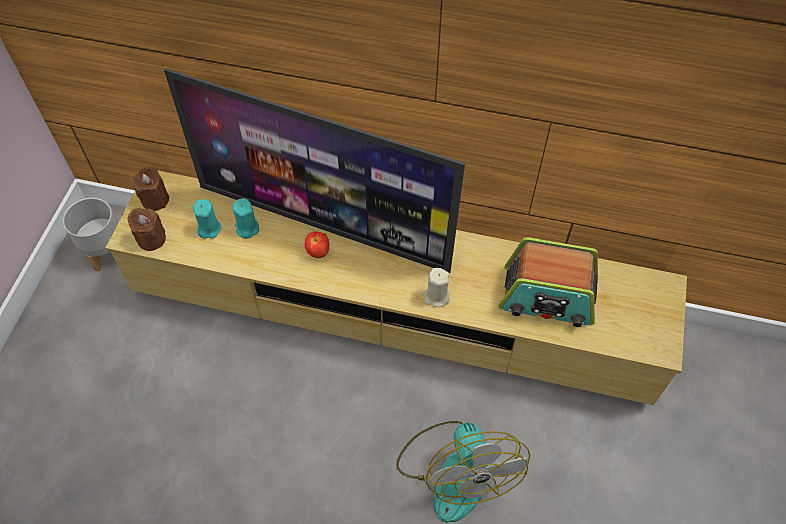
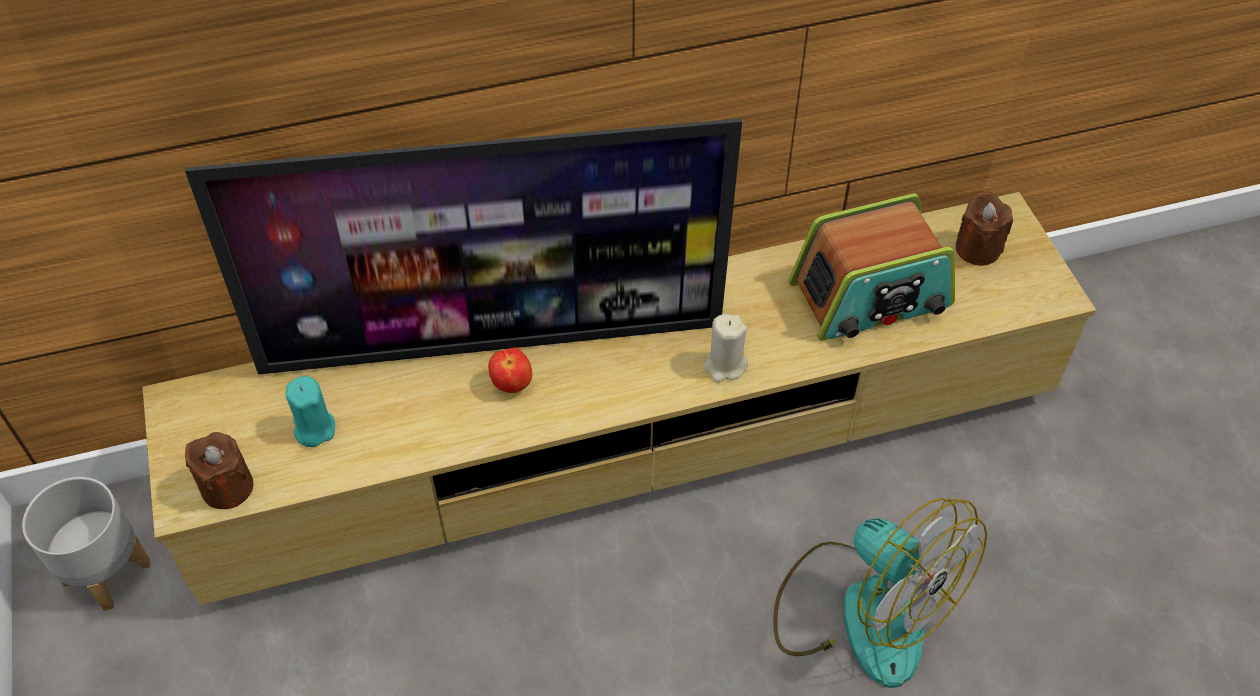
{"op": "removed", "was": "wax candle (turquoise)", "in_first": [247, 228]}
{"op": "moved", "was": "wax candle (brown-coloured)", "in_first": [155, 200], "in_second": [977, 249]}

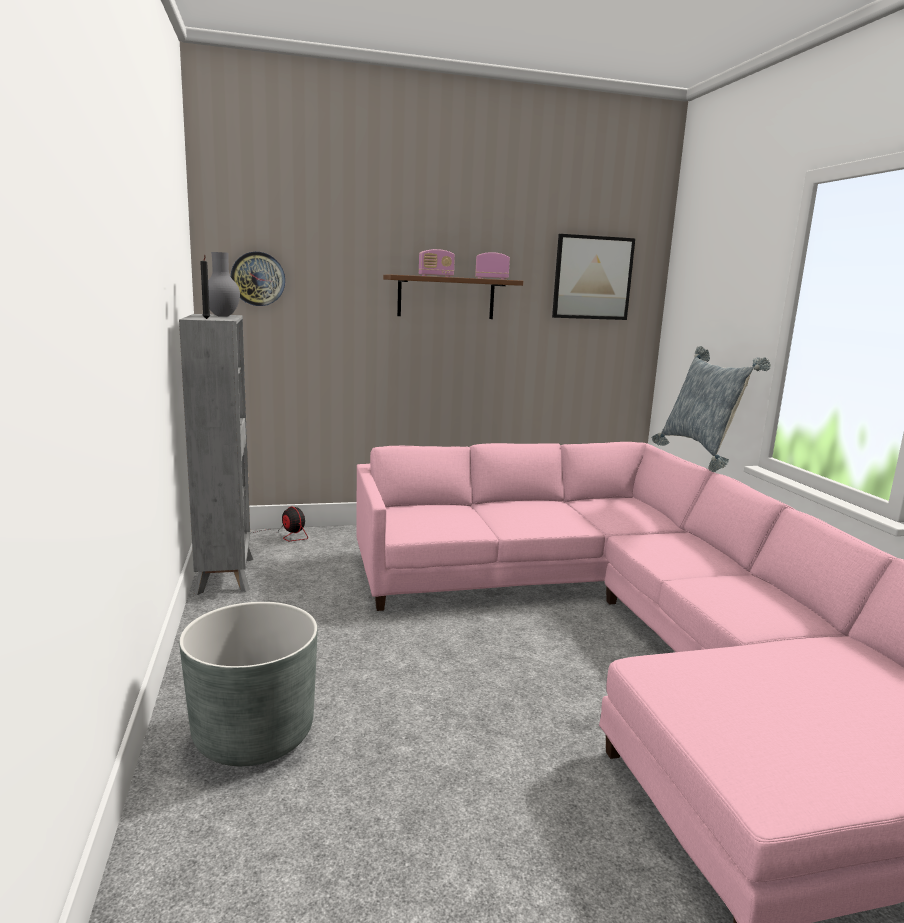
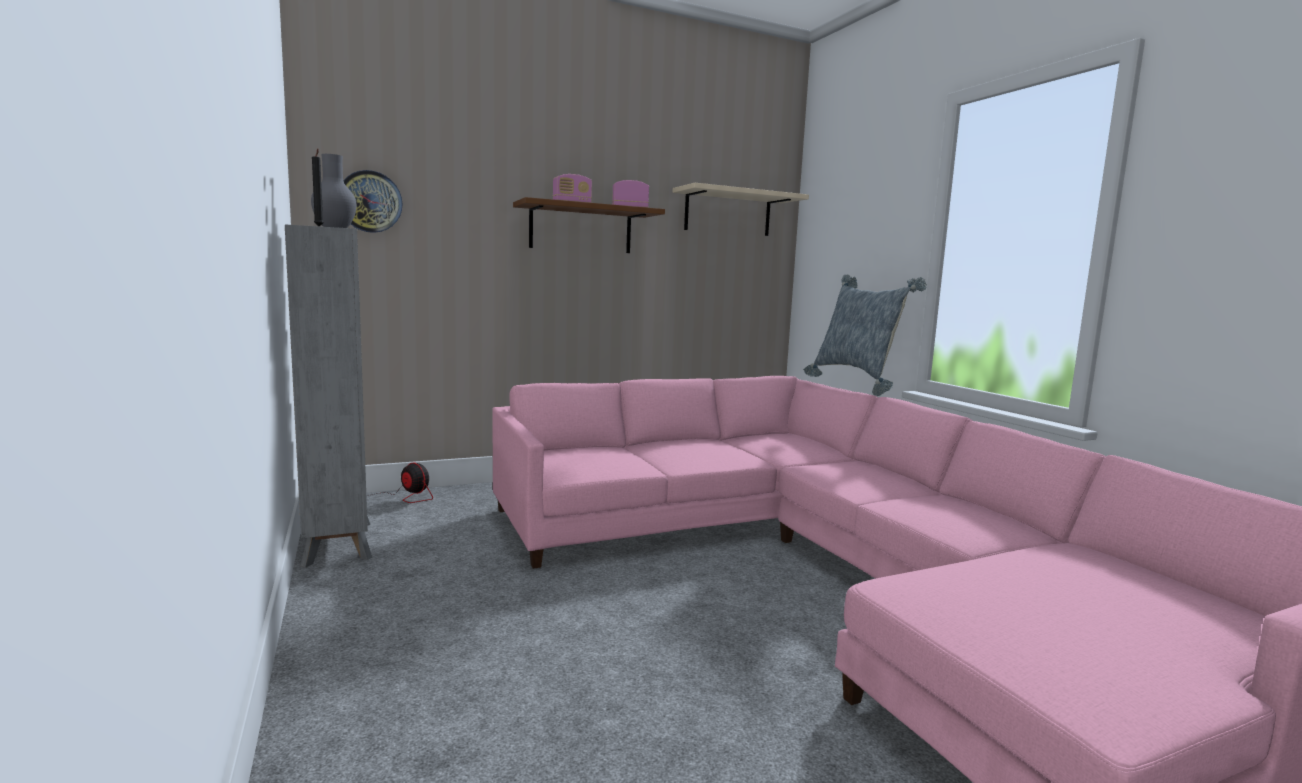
{"op": "removed", "was": "flower pot (greyish)", "in_first": [254, 734]}
{"op": "replaced", "was": "wall picture", "now": "shelf (beige-coloured)", "in_first": [592, 278], "in_second": [728, 213]}

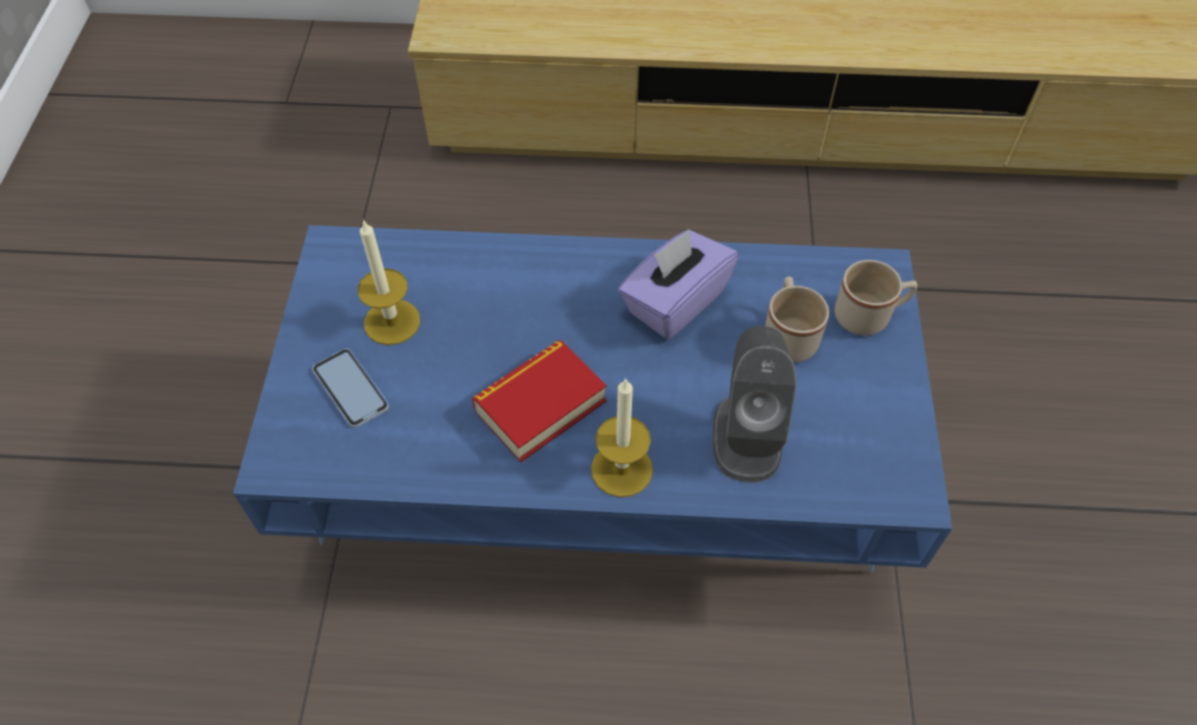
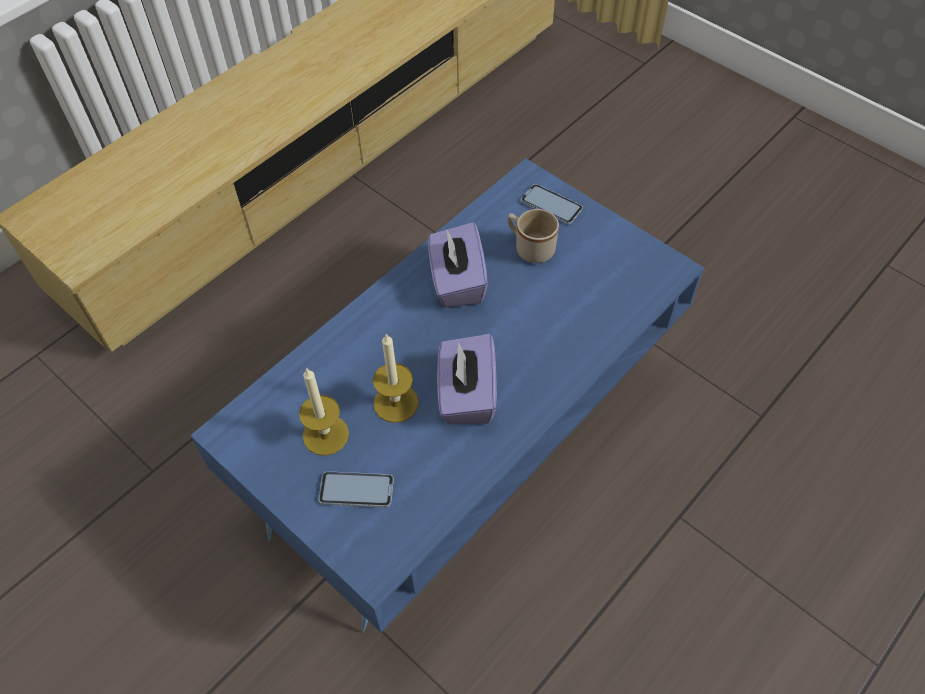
{"op": "removed", "was": "loudspeaker (greyish)", "in_first": [747, 435]}
{"op": "moved", "was": "wax candle", "in_first": [621, 469], "in_second": [396, 403]}
{"op": "replaced", "was": "bound book", "now": "box of tissues (purplish)", "in_first": [540, 406], "in_second": [466, 395]}
{"op": "replaced", "was": "coffee mug (beige-coloured)", "now": "phone", "in_first": [869, 316], "in_second": [551, 205]}

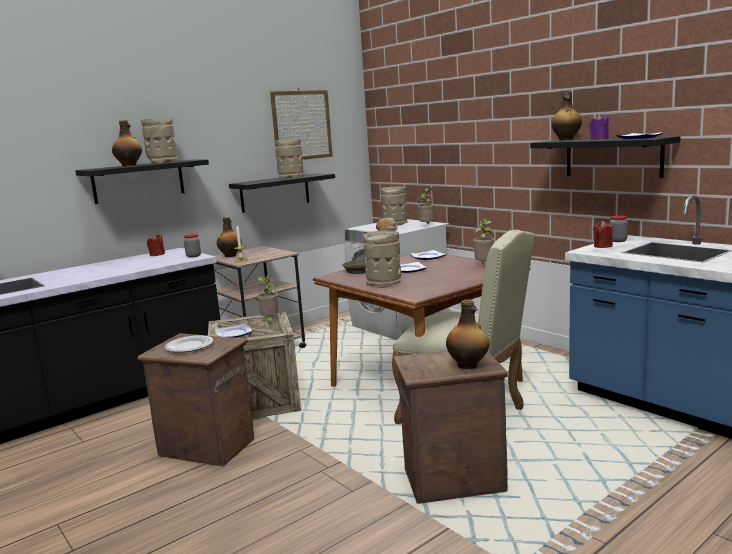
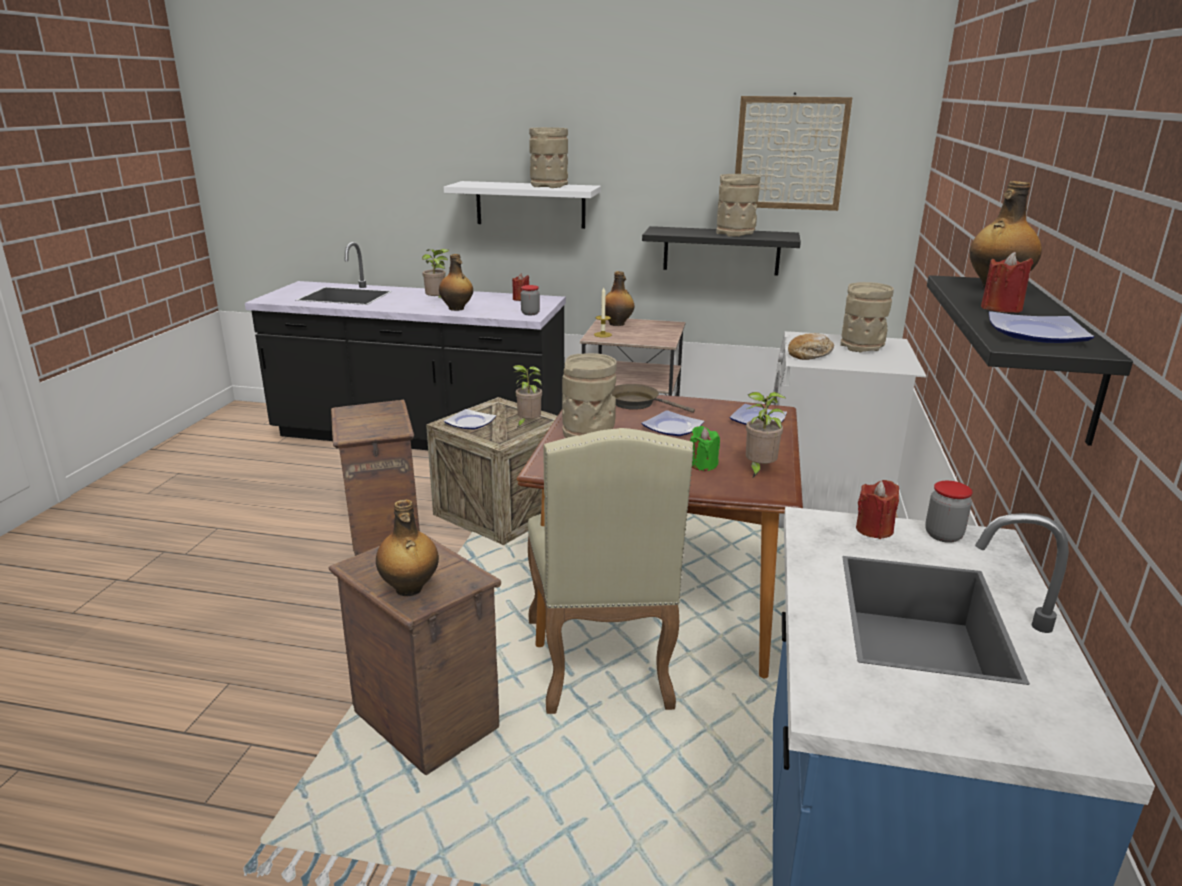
{"op": "removed", "was": "plate", "in_first": [189, 346]}
{"op": "added", "now": "wax candle (greenish)", "in_second": [703, 465]}
{"op": "moved", "was": "bottle", "in_first": [129, 165], "in_second": [457, 309]}
{"op": "moved", "was": "houseplant", "in_first": [426, 226], "in_second": [437, 301]}
{"op": "recoloured", "was": "shelf (black-coloured)", "now": "shelf (whitish)", "in_first": [138, 181], "in_second": [530, 204]}
{"op": "recoloured", "was": "wax candle (purplish)", "now": "wax candle (reddish)", "in_first": [599, 139], "in_second": [1001, 309]}

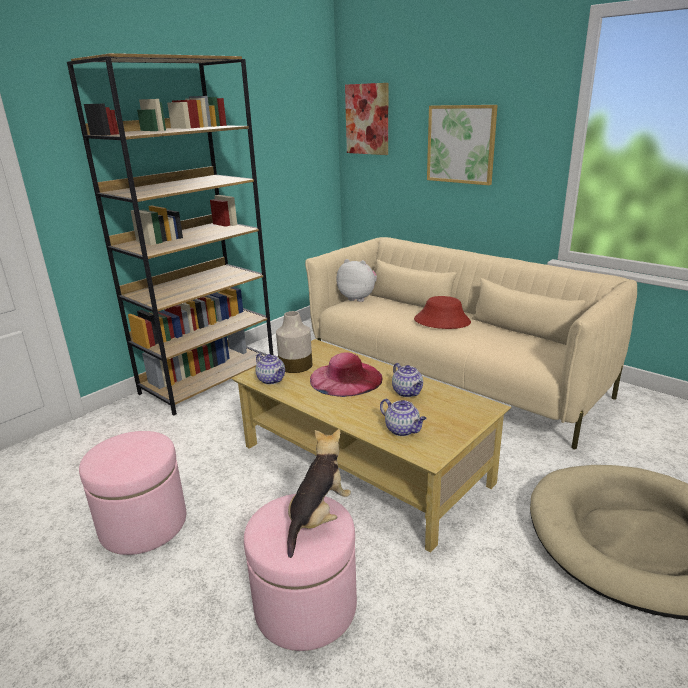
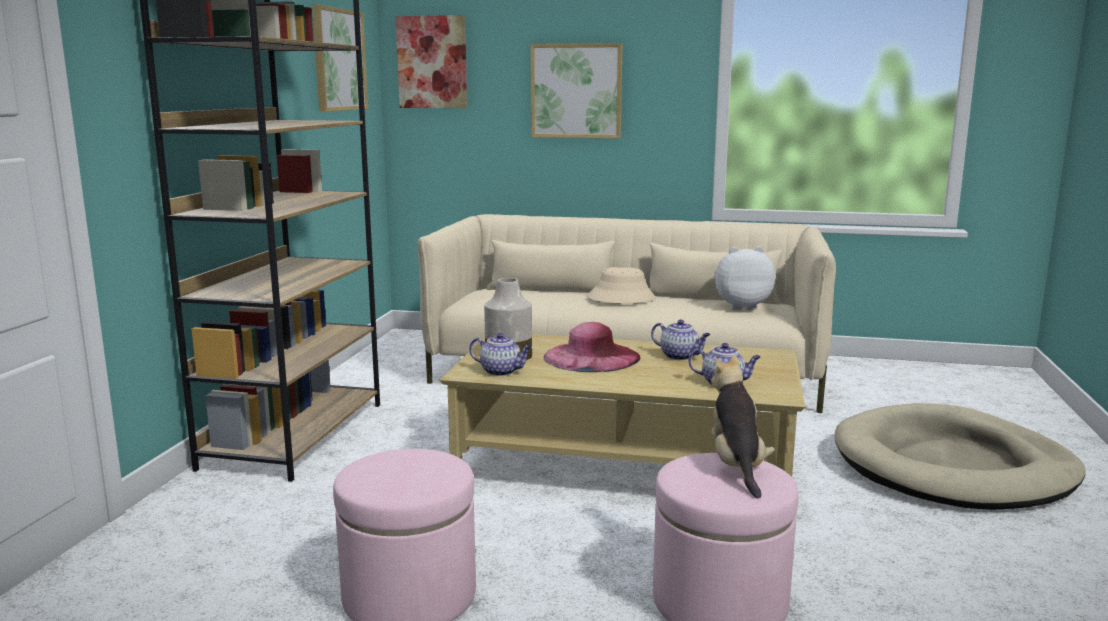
{"op": "added", "now": "wall picture", "in_second": [338, 60]}
{"op": "moved", "was": "cuddly toy", "in_first": [358, 298], "in_second": [740, 306]}
{"op": "recoloured", "was": "hat (reddish)", "now": "hat (beige-coloured)", "in_first": [442, 321], "in_second": [621, 298]}

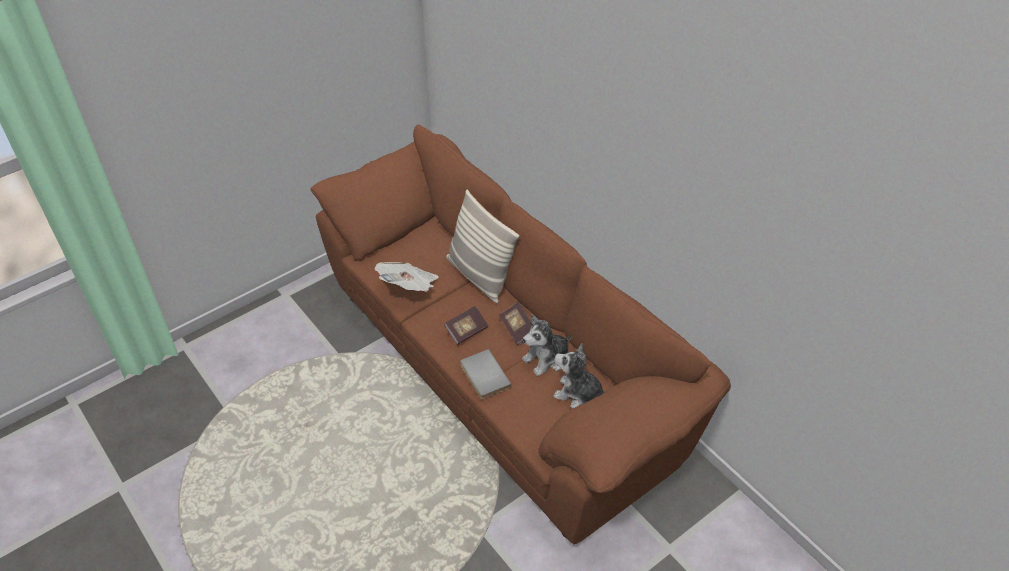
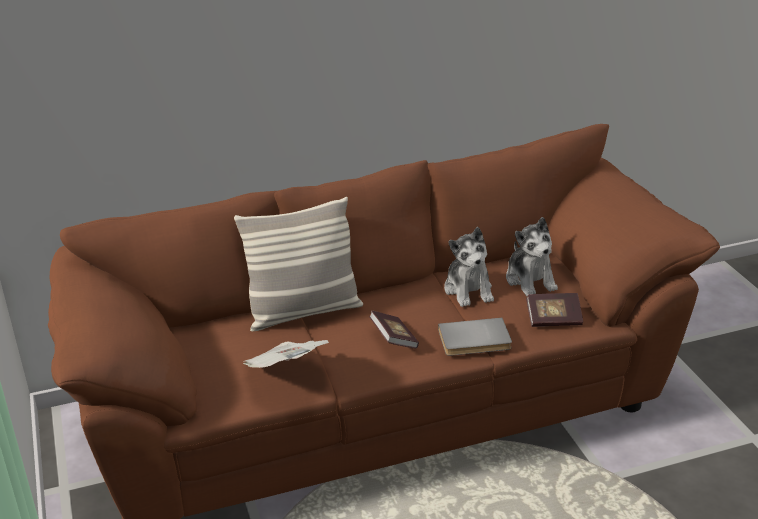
{"op": "moved", "was": "bound book", "in_first": [517, 329], "in_second": [553, 319]}
{"op": "turned", "was": "cuddly toy", "in_first": [578, 394], "in_second": [530, 280], "clockwise": -60}

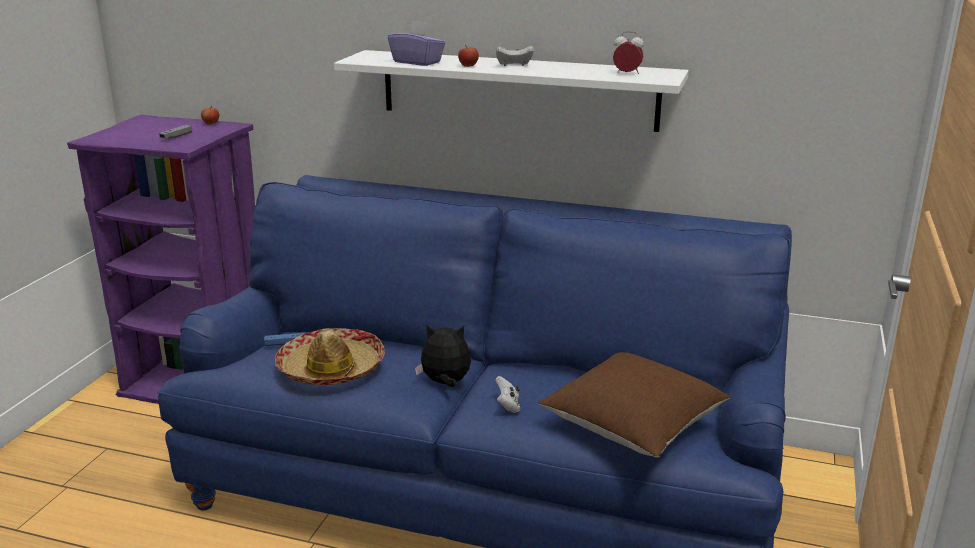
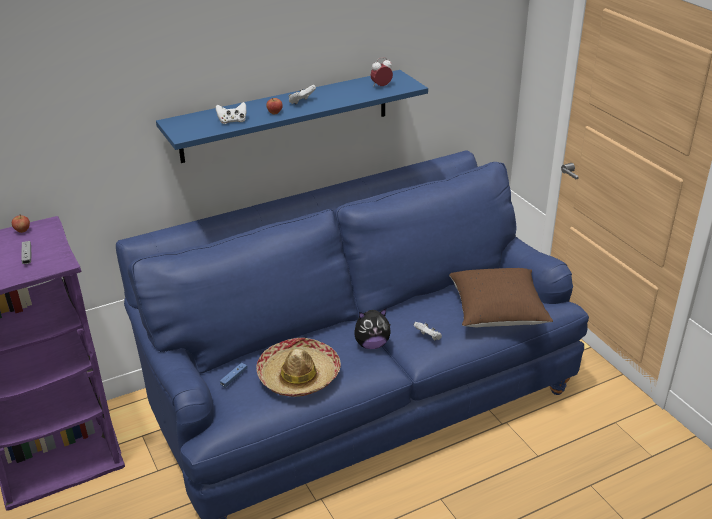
{"op": "replaced", "was": "box of tissues (purplish)", "now": "joypad (whitish)", "in_first": [417, 62], "in_second": [232, 121]}
{"op": "recoloured", "was": "shelf (whitish)", "now": "shelf (blue)", "in_first": [518, 90], "in_second": [286, 116]}
{"op": "turned", "was": "cuddly toy", "in_first": [445, 383], "in_second": [371, 344], "clockwise": -150}

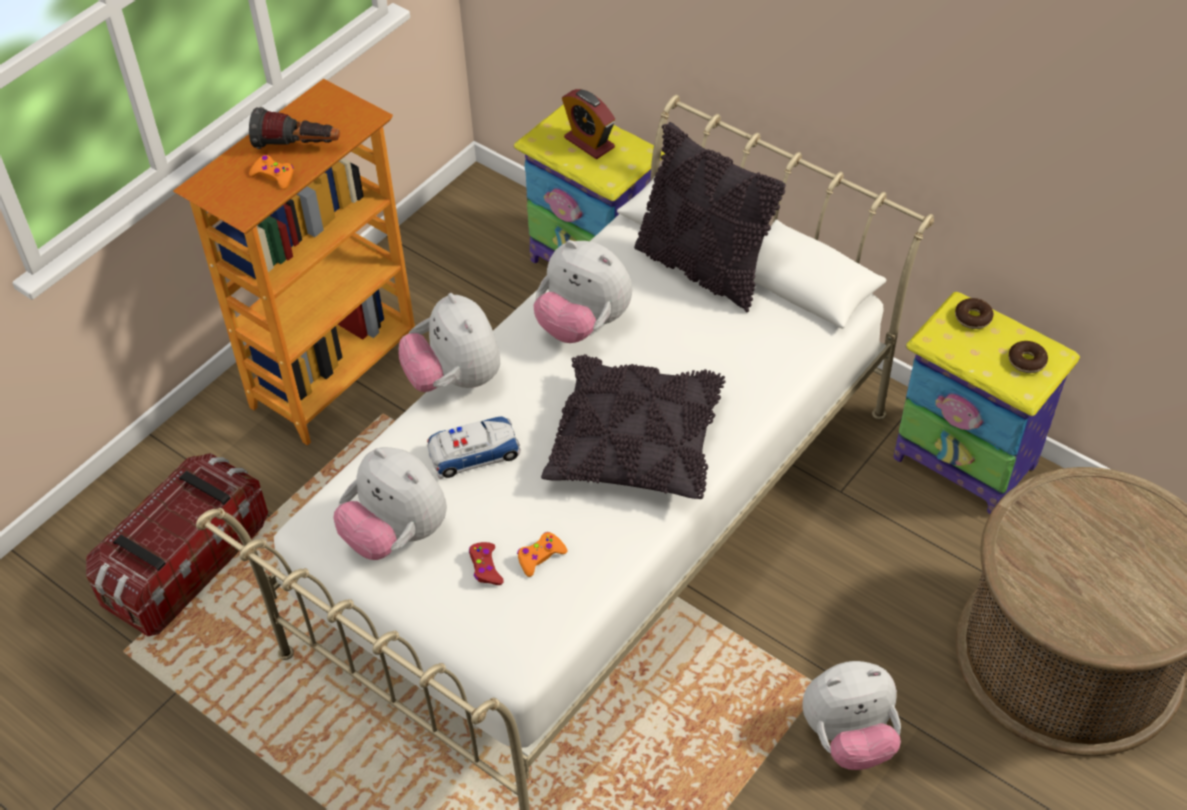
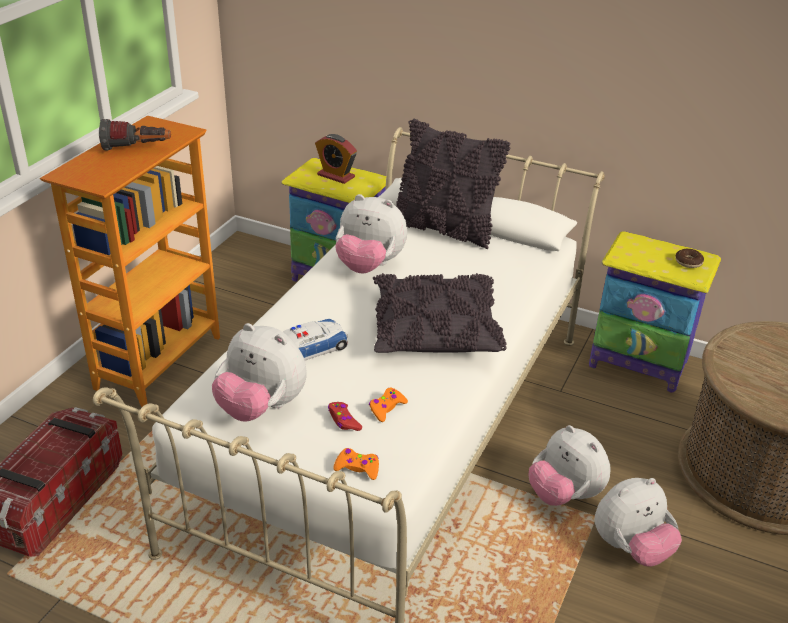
{"op": "removed", "was": "ring doughnut", "in_first": [973, 318]}
{"op": "moved", "was": "joypad (orangey)", "in_first": [274, 176], "in_second": [357, 468]}
{"op": "moved", "was": "cuddly toy", "in_first": [455, 379], "in_second": [564, 495]}

